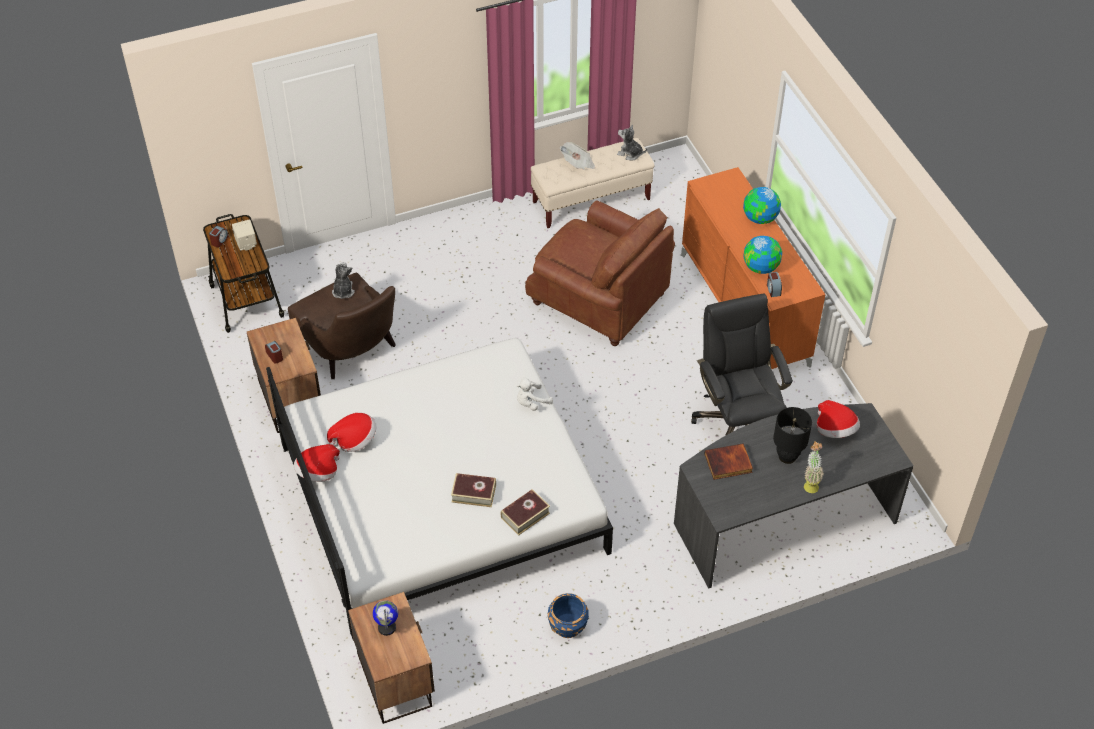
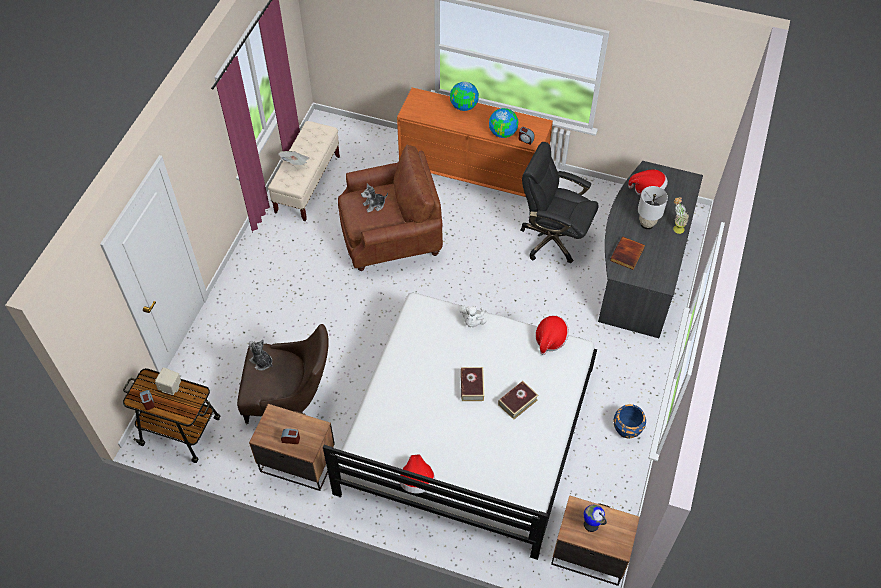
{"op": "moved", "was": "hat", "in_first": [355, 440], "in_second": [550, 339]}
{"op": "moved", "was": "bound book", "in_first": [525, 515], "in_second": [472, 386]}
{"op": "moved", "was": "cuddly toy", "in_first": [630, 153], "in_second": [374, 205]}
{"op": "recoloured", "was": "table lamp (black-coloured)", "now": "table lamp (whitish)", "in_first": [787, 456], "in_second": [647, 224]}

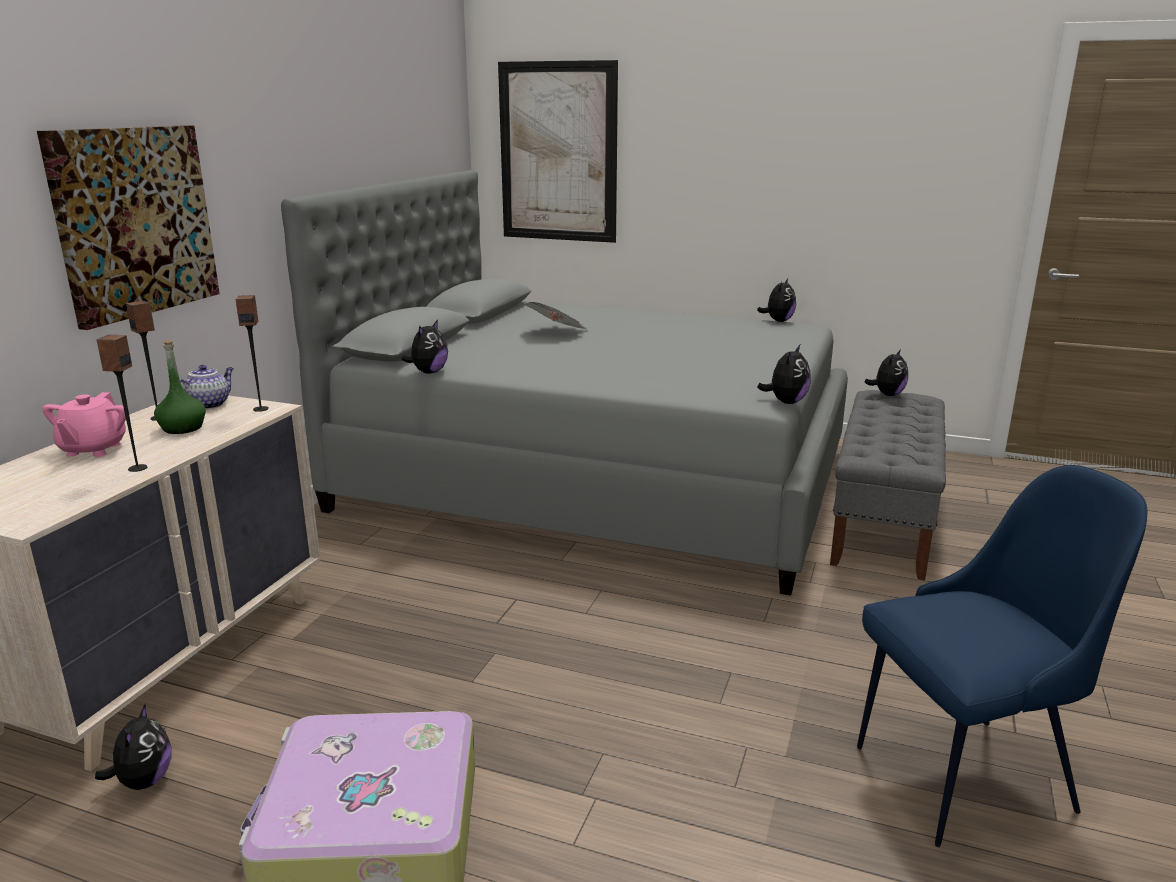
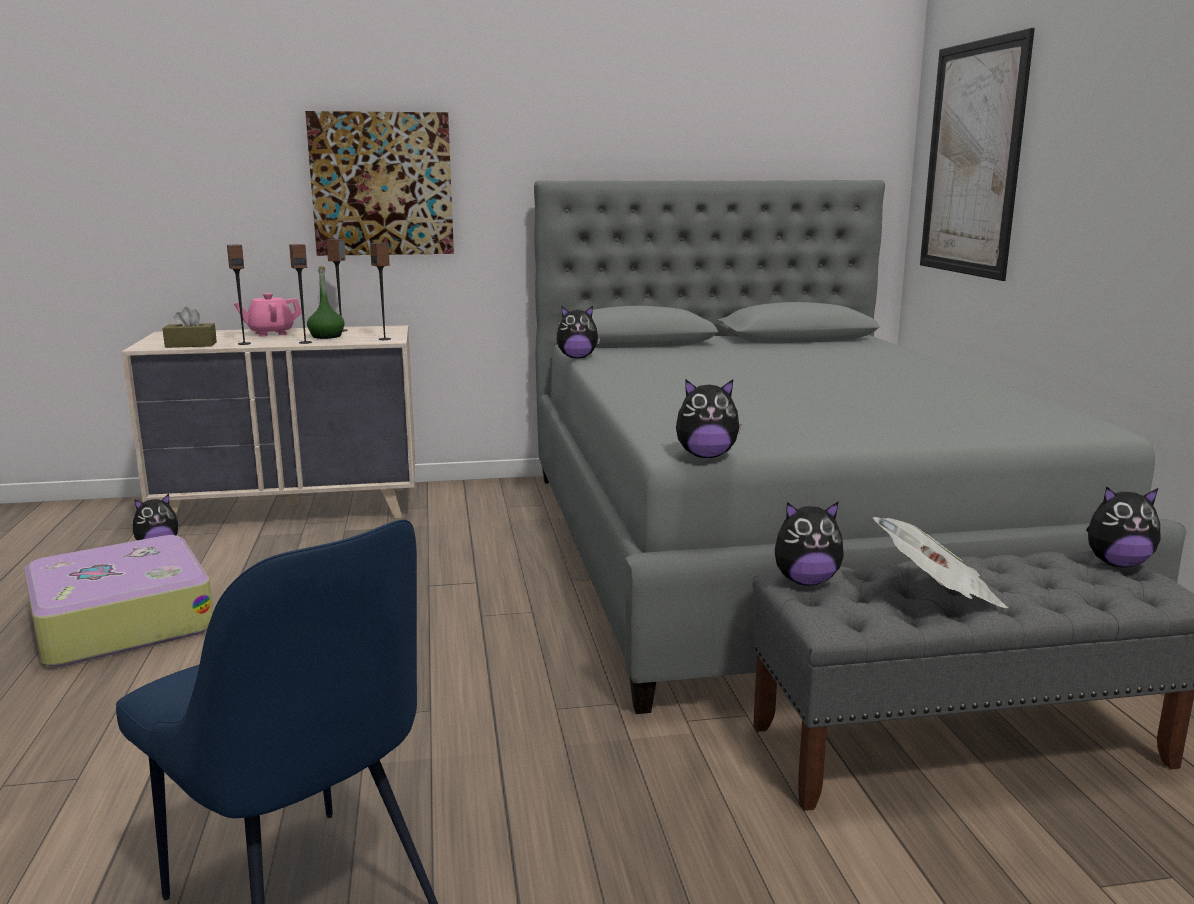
{"op": "removed", "was": "teapot", "in_first": [208, 404]}
{"op": "added", "now": "box of tissues (brown-coloured)", "in_second": [191, 345]}
{"op": "added", "now": "loudspeaker", "in_second": [305, 342]}
{"op": "moved", "was": "printed paper", "in_first": [557, 333], "in_second": [937, 594]}
{"op": "moved", "was": "cuddly toy", "in_first": [778, 321], "in_second": [805, 581]}

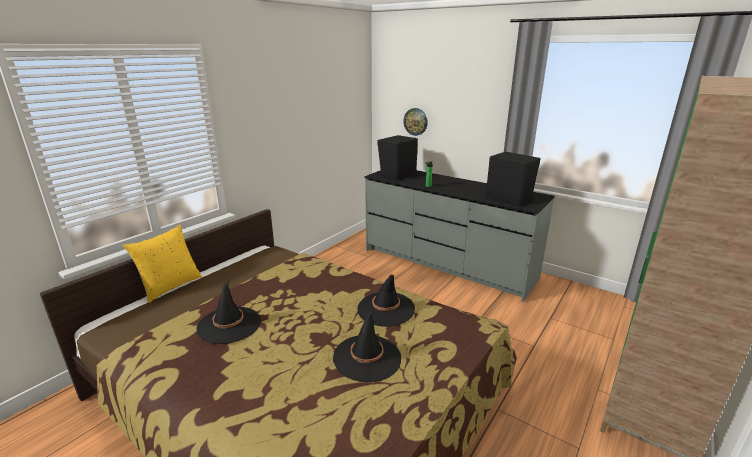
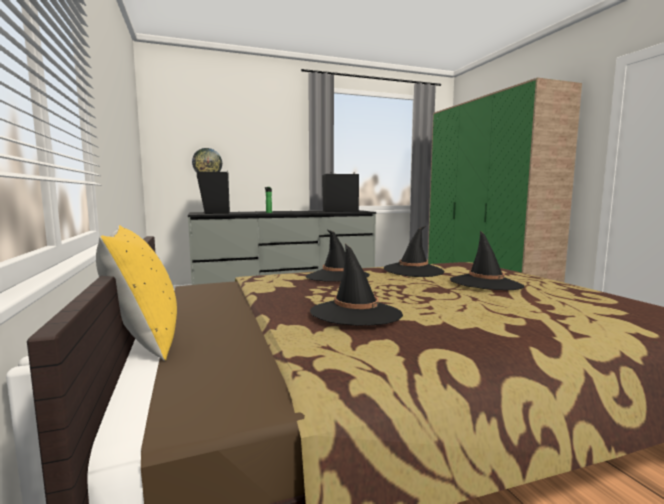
{"op": "added", "now": "hat (black-coloured)", "in_second": [337, 276]}

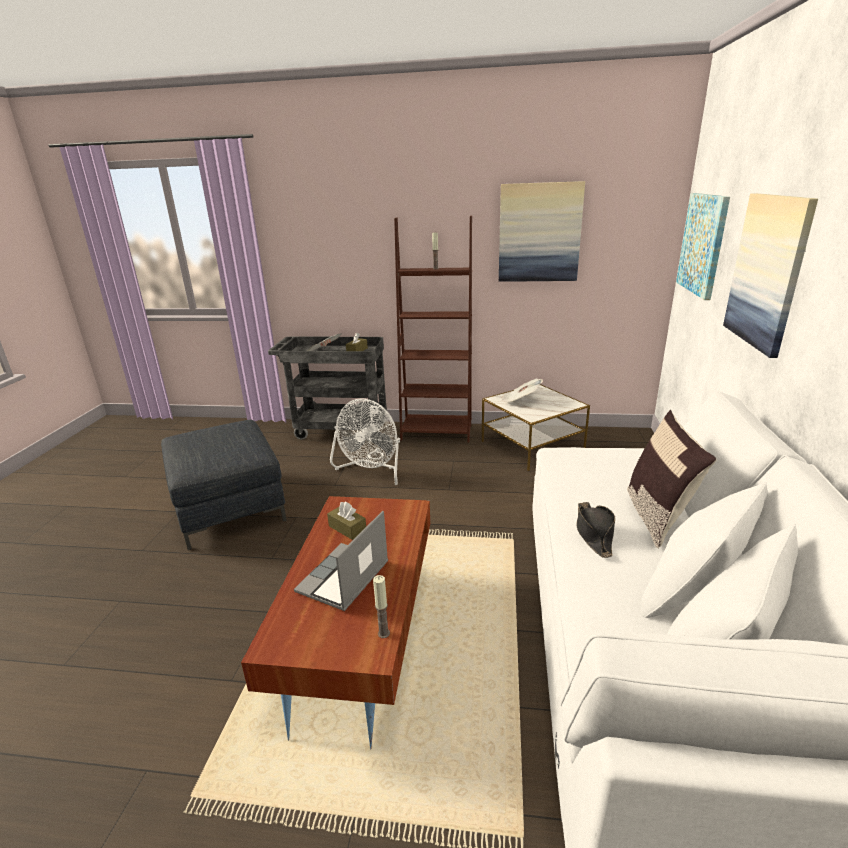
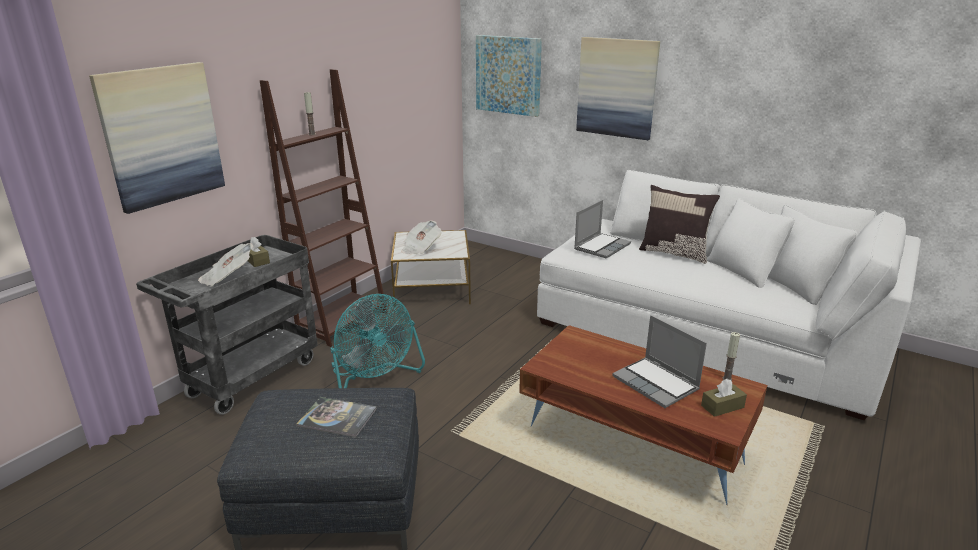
{"op": "removed", "was": "hat (black-coloured)", "in_first": [594, 533]}
{"op": "added", "now": "bound book", "in_second": [337, 418]}
{"op": "added", "now": "laptop", "in_second": [602, 246]}
{"op": "moved", "was": "box of tissues (brown-coloured)", "in_first": [347, 528], "in_second": [722, 406]}
{"op": "moved", "was": "wall picture", "in_first": [539, 233], "in_second": [161, 135]}
{"op": "recoloured", "was": "electric fan (whitish)", "now": "electric fan (turquoise)", "in_first": [371, 469], "in_second": [371, 379]}

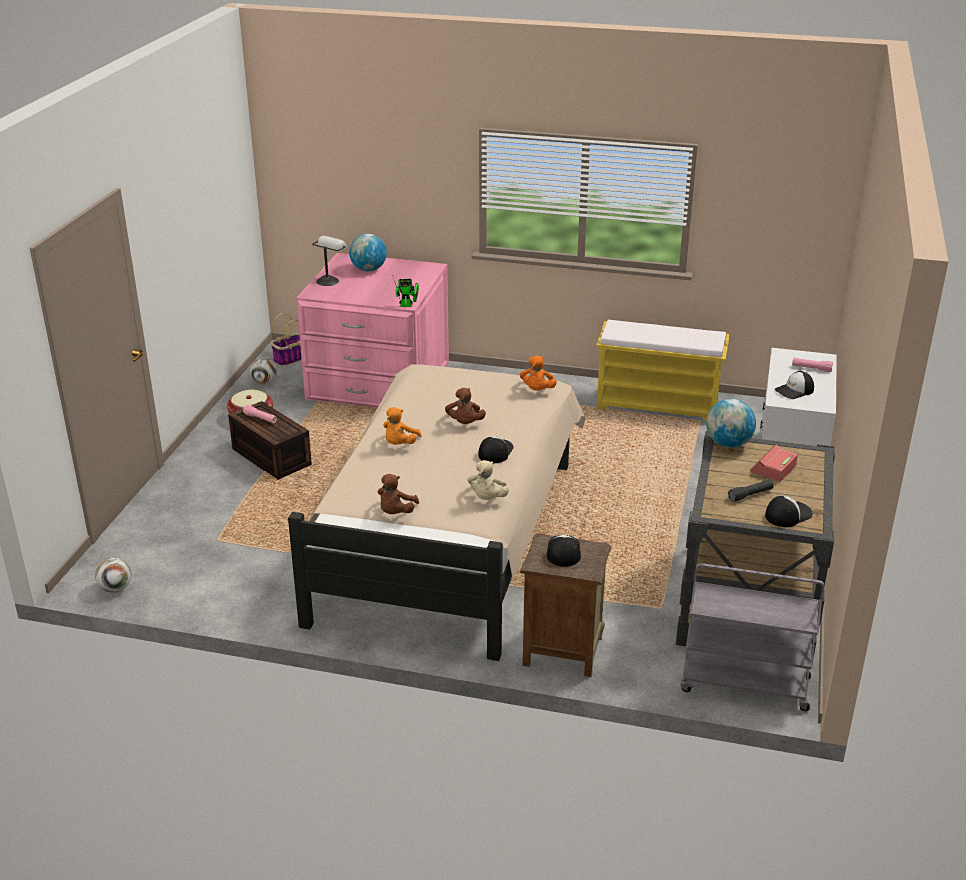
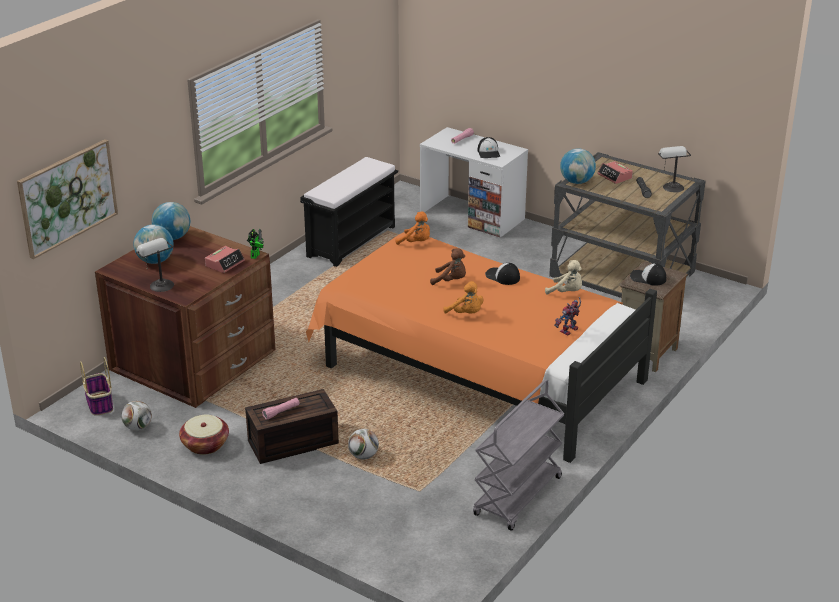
{"op": "added", "now": "wall picture", "in_second": [67, 197]}
{"op": "added", "now": "globe", "in_second": [172, 237]}
{"op": "added", "now": "alarm clock", "in_second": [225, 263]}
{"op": "moved", "was": "football", "in_first": [115, 588], "in_second": [363, 456]}
{"op": "moved", "was": "trolley (greyish)", "in_first": [743, 684], "in_second": [518, 497]}
{"op": "replaced", "was": "cuddly toy (brown-coloured)", "now": "toy robot", "in_first": [396, 512], "in_second": [569, 331]}
{"op": "replaced", "was": "cap", "now": "table lamp", "in_first": [787, 514], "in_second": [671, 185]}
{"op": "recoloured", "was": "bedroom bed (beige-coloured)", "now": "bedroom bed (orangey)", "in_first": [450, 531], "in_second": [475, 370]}
{"op": "recoloured", "was": "chest of drawers (pinkish)", "now": "chest of drawers (brown-coloured)", "in_first": [378, 381], "in_second": [194, 360]}
{"op": "recoloured", "was": "indoor bench (yellow-coloured)", "now": "indoor bench (black-coloured)", "in_first": [658, 406], "in_second": [351, 241]}

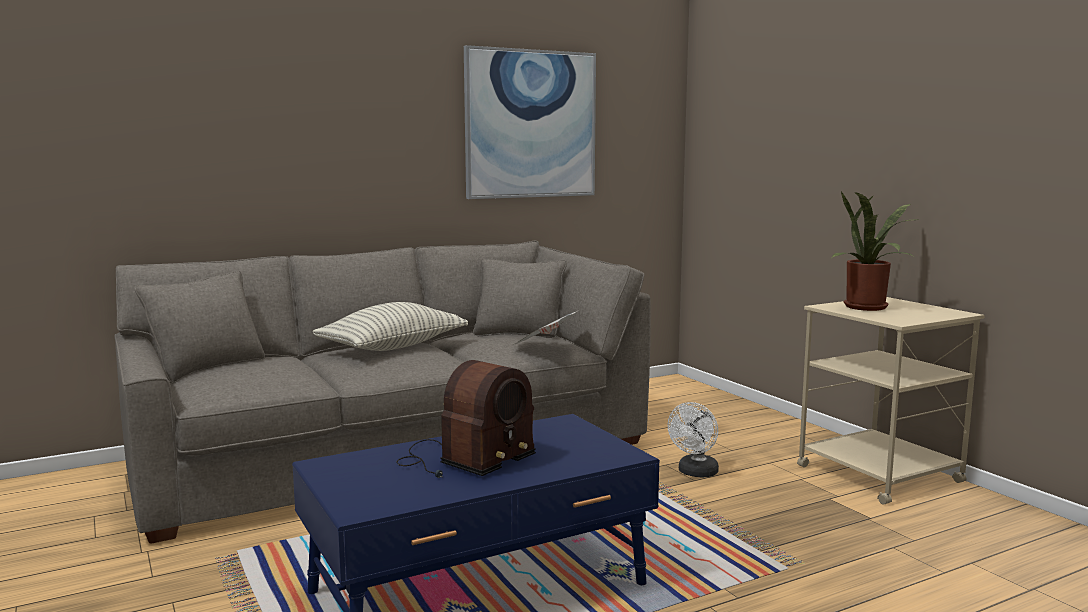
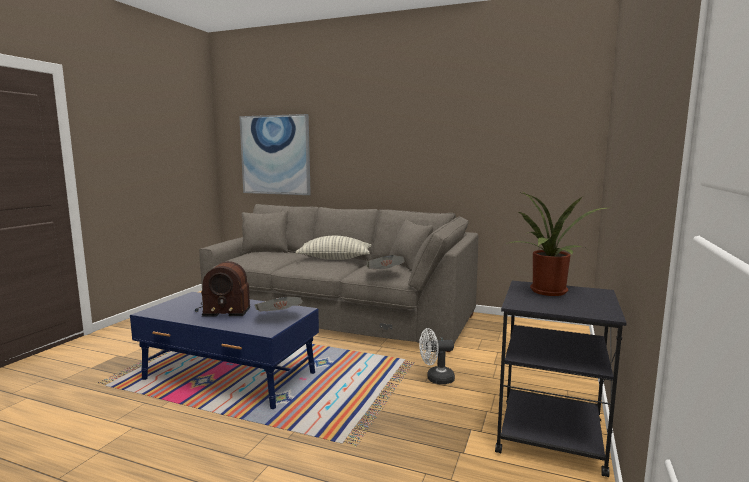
{"op": "added", "now": "printed paper", "in_second": [279, 317]}
{"op": "moved", "was": "wall picture", "in_first": [531, 124], "in_second": [275, 155]}
{"op": "recoloured", "was": "trolley (beige-coloured)", "now": "trolley (black-coloured)", "in_first": [880, 475], "in_second": [550, 438]}

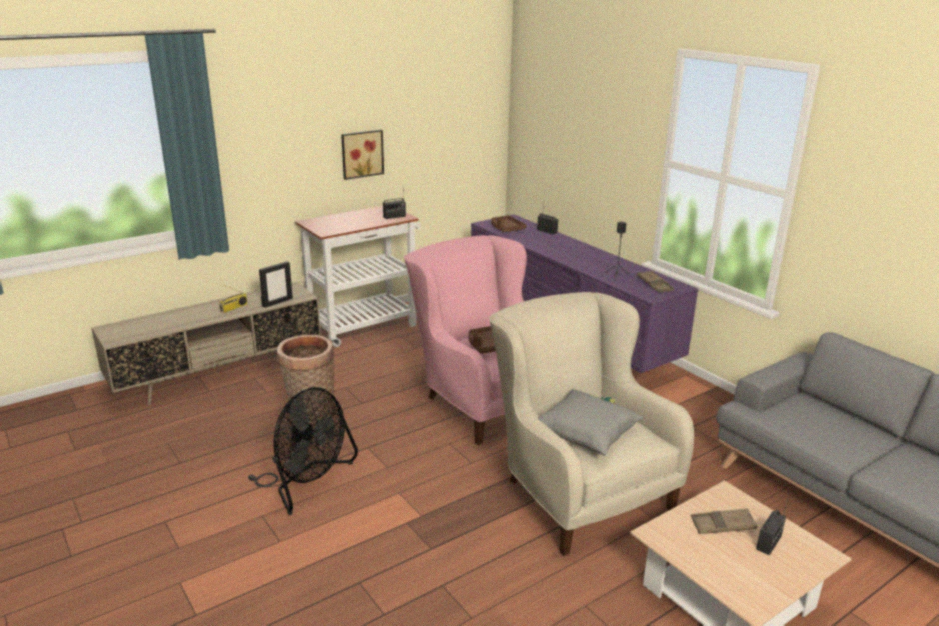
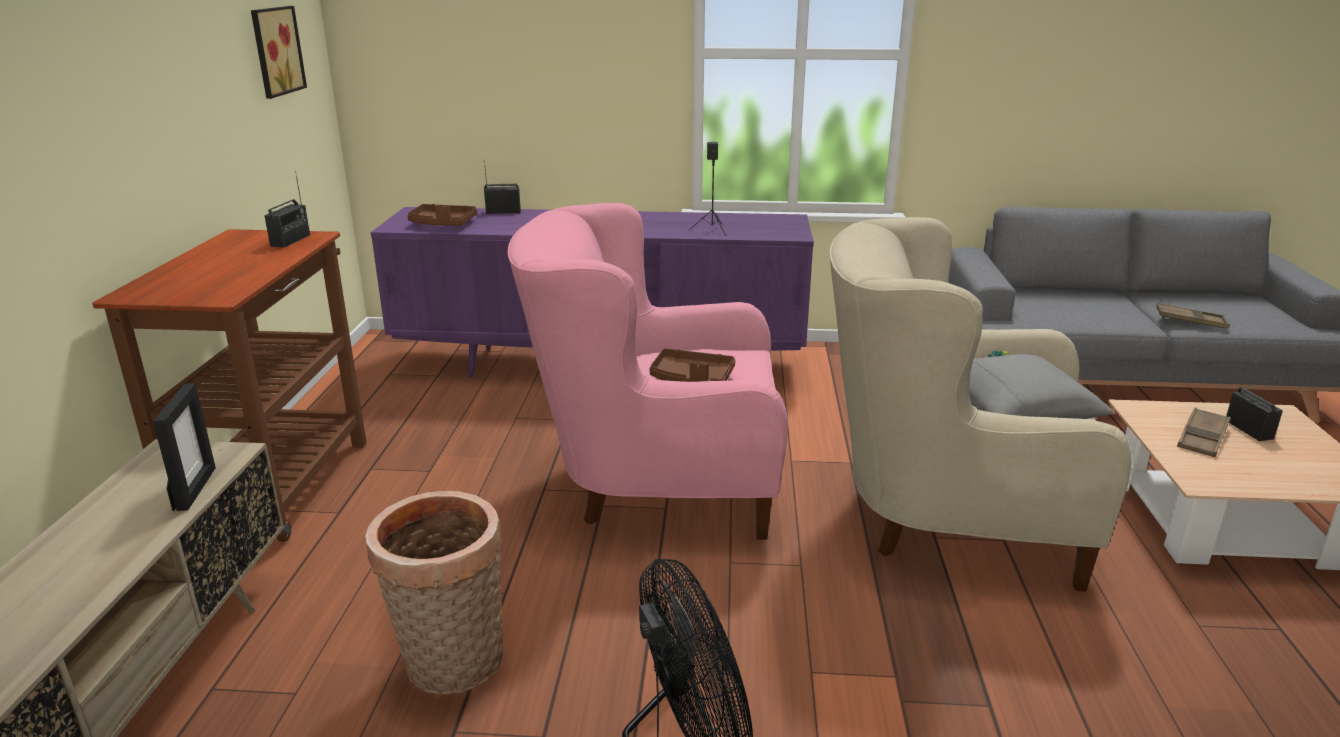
{"op": "removed", "was": "radio receiver", "in_first": [234, 308]}
{"op": "moved", "was": "wall picture", "in_first": [361, 153], "in_second": [274, 51]}
{"op": "moved", "was": "tray (brown-coloured)", "in_first": [654, 284], "in_second": [1190, 321]}
{"op": "recoloured", "was": "trolley (whitish)", "now": "trolley (brown-coloured)", "in_first": [364, 327], "in_second": [279, 486]}

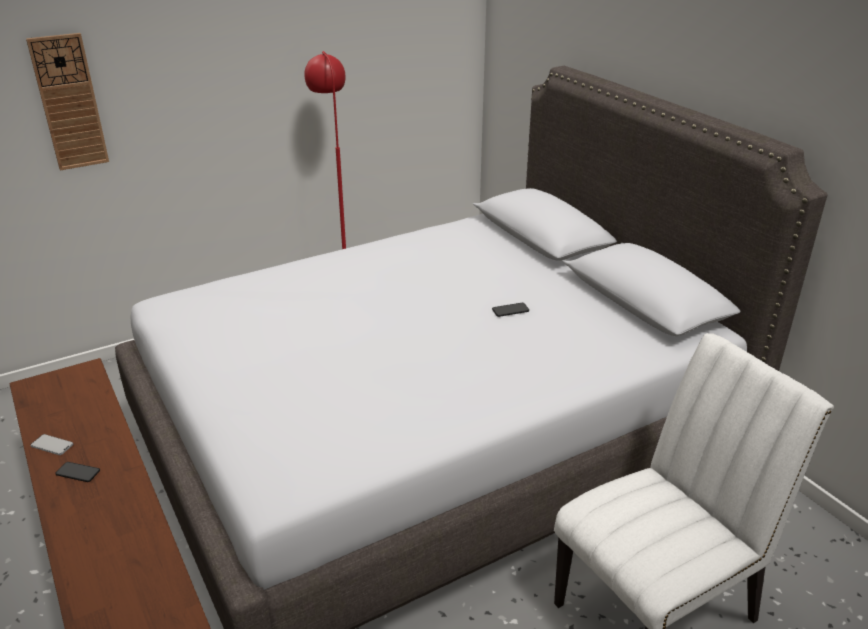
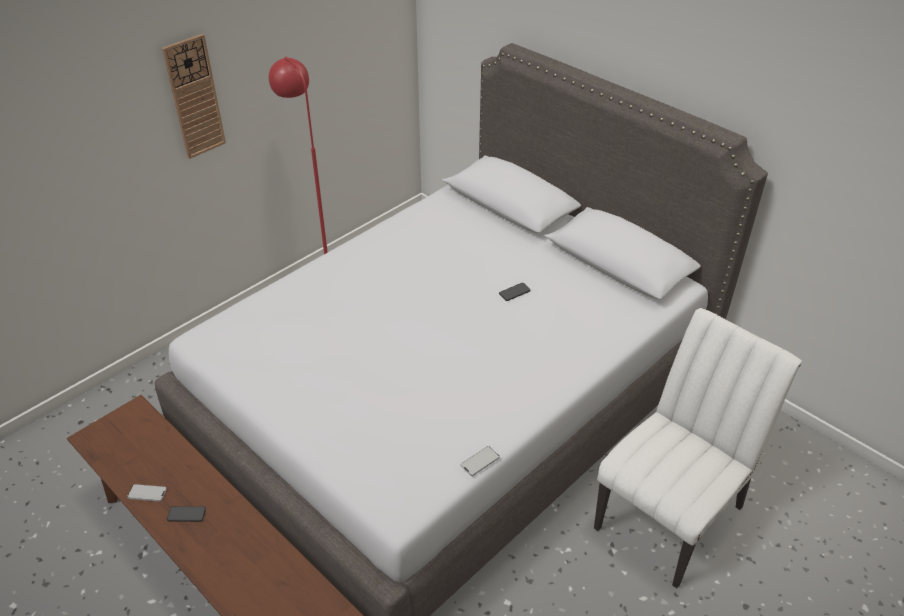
{"op": "added", "now": "phone", "in_second": [480, 461]}
{"op": "moved", "was": "hanging clock", "in_first": [69, 103], "in_second": [194, 97]}

